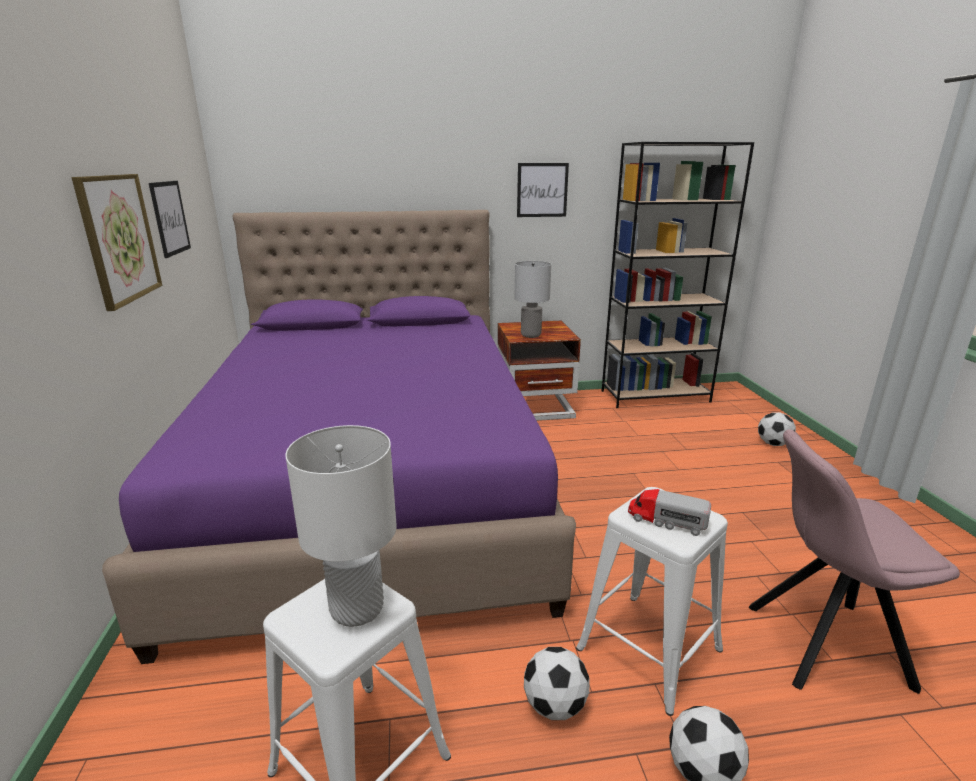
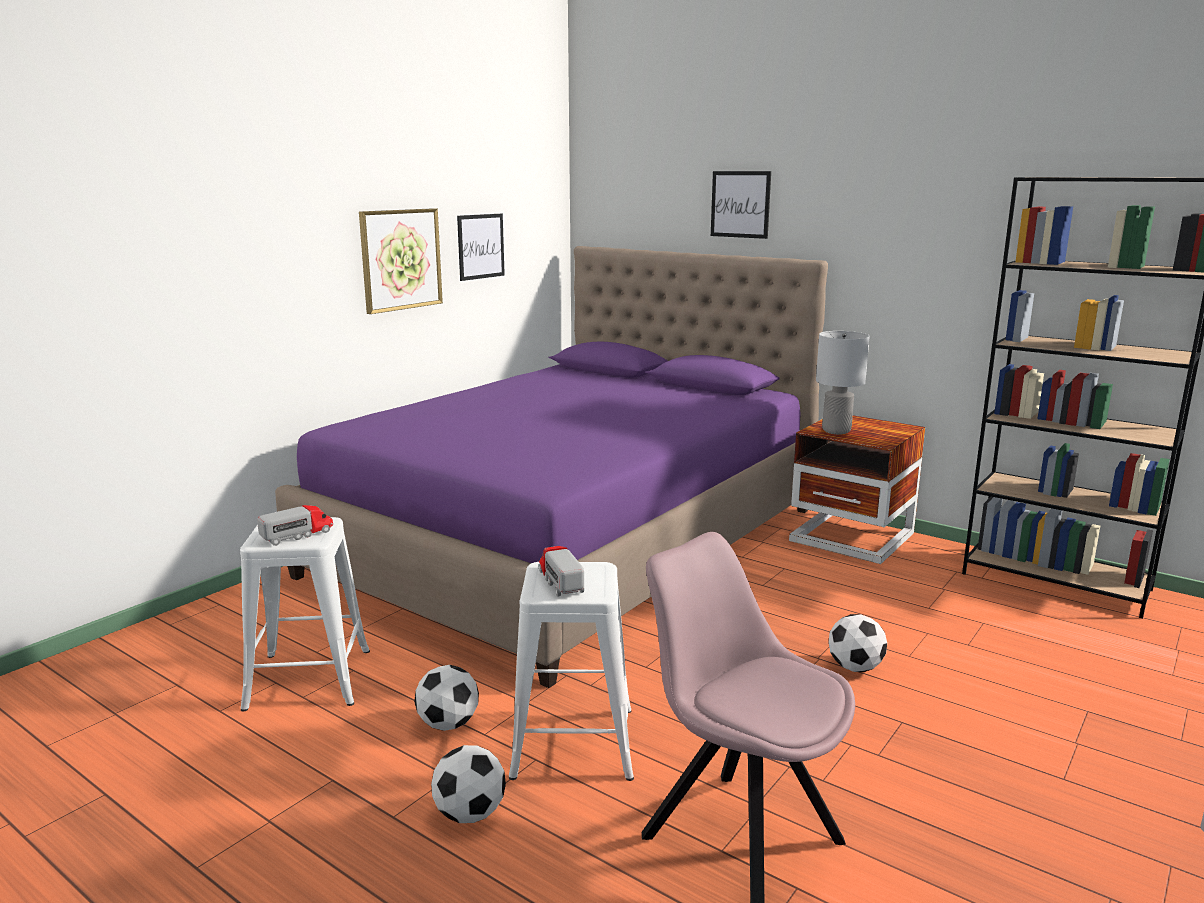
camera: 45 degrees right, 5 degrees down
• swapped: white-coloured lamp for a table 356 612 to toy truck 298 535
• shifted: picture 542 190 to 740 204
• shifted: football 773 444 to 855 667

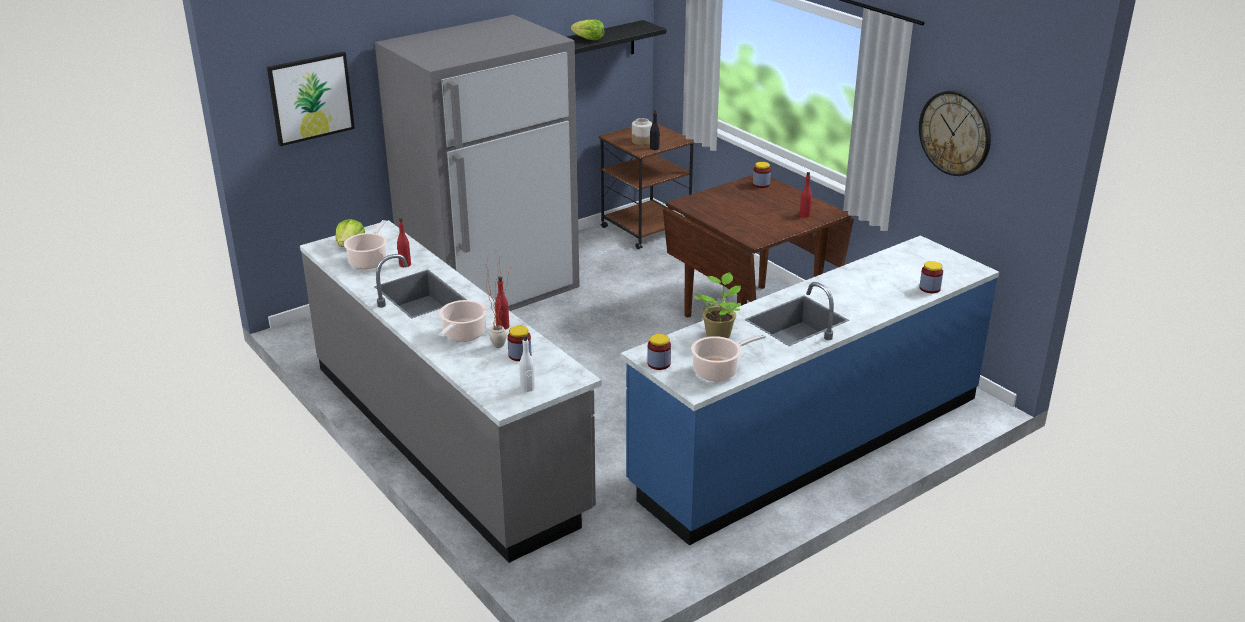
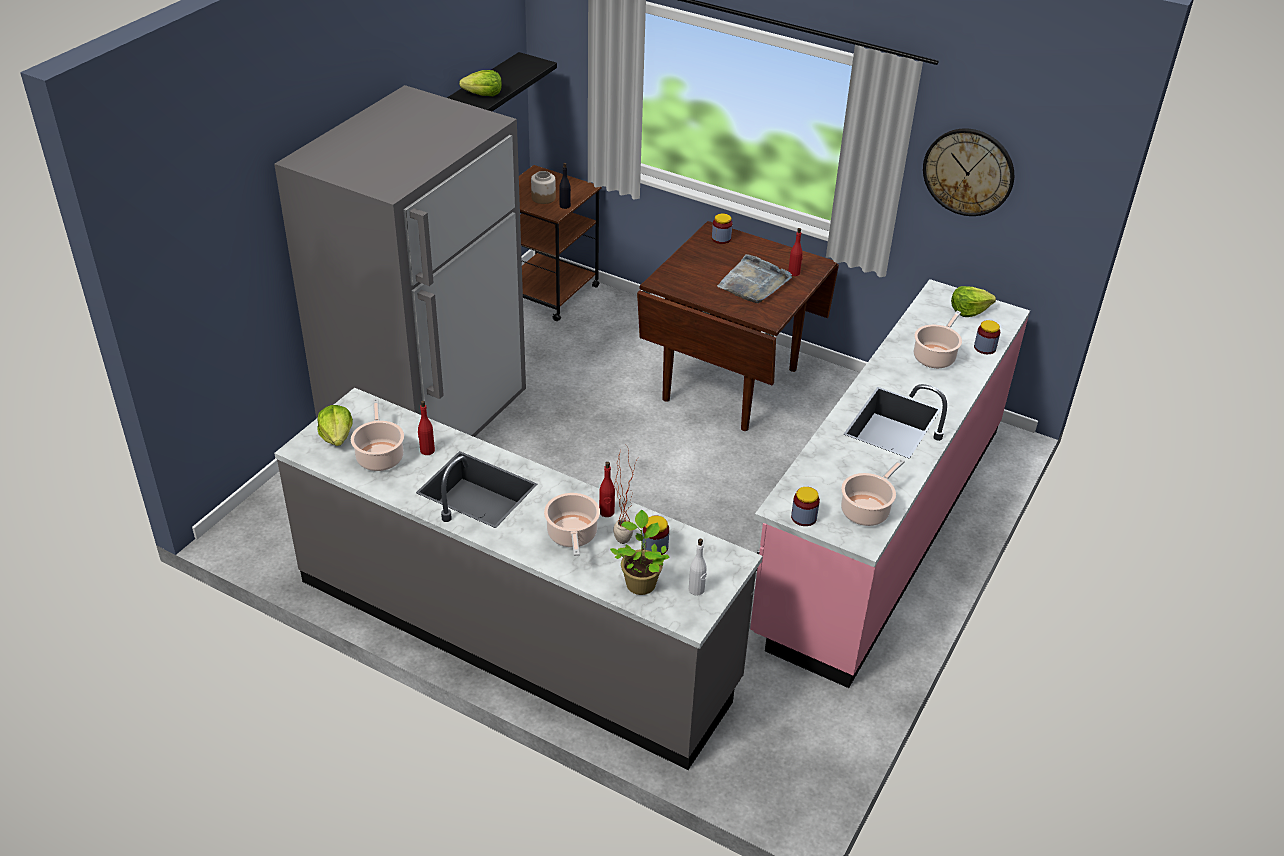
camera: 25 degrees left, 10 degrees up
• shifted: potted plant 718 334 to 640 582
• new: greyish carrying tray 754 282
• repainted: blue kitchen base unit 808 441 to pinkish kitchen base unit 881 527
• new: saucepot 935 356
• new: head of lettuce 968 310
• gone: picture 311 98

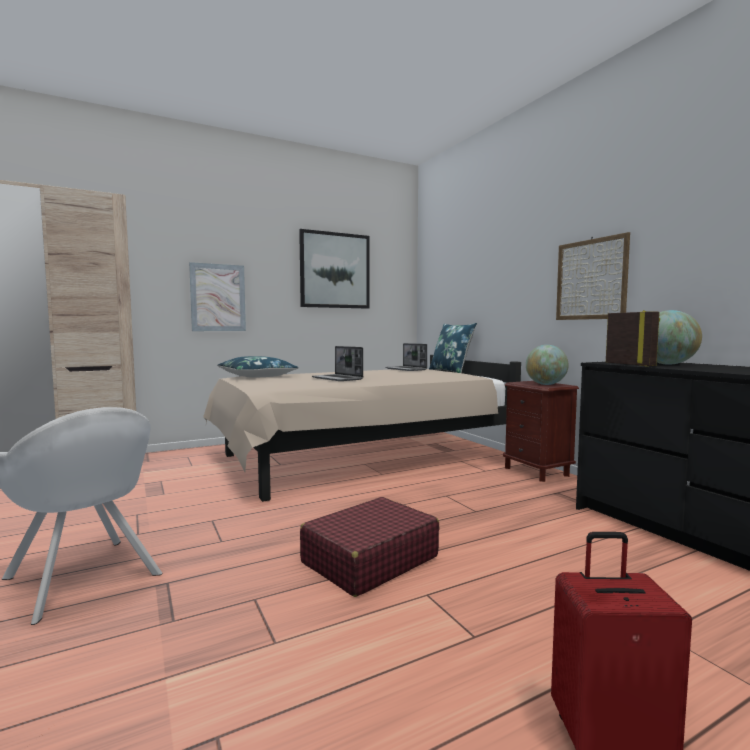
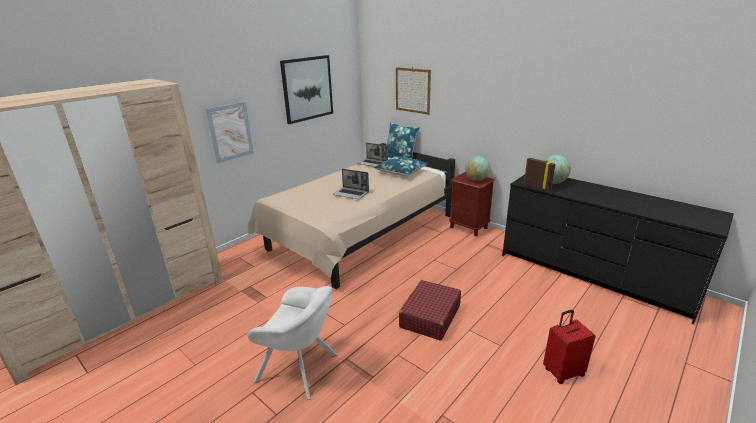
camera: 20 degrees left, 20 degrees up
• shifted: blue cushion 257 376 to 401 171
• shifted: picture 591 278 to 413 89

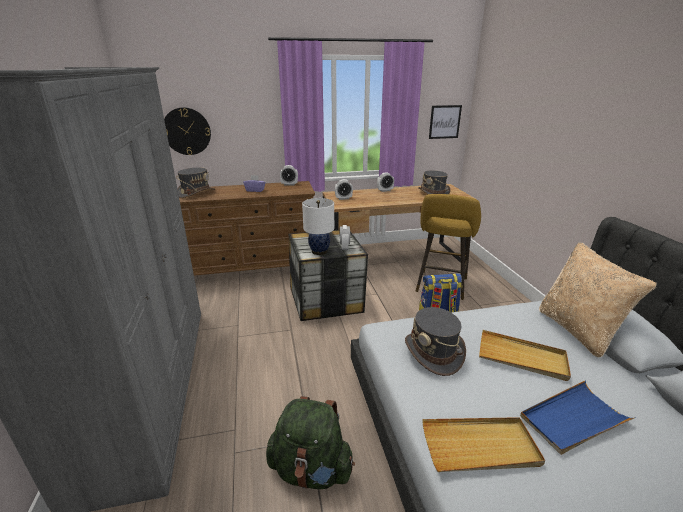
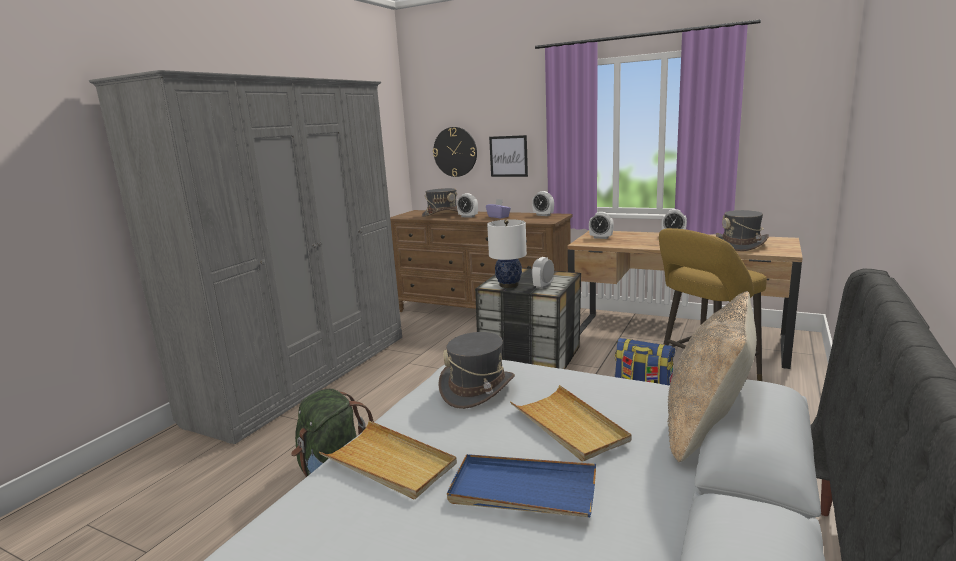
camera: 40 degrees right, 10 degrees down
• new: alarm clock 468 216
• shifted: picture 444 122 to 508 156

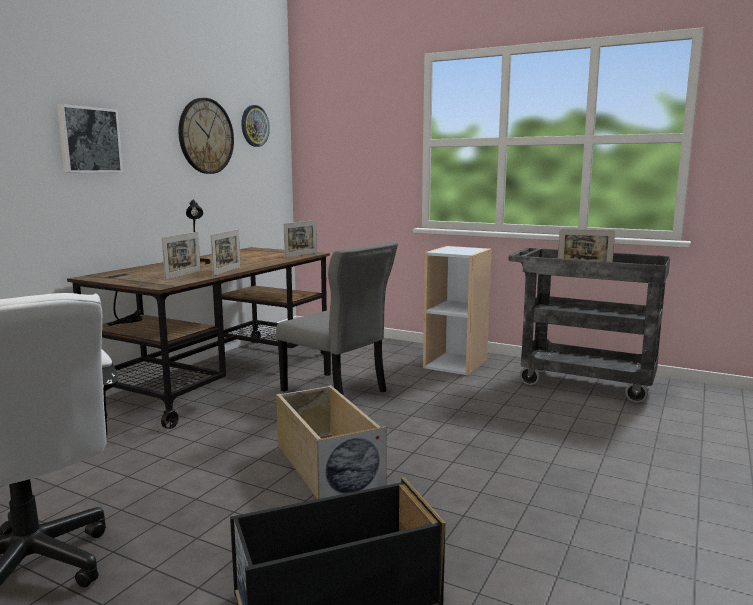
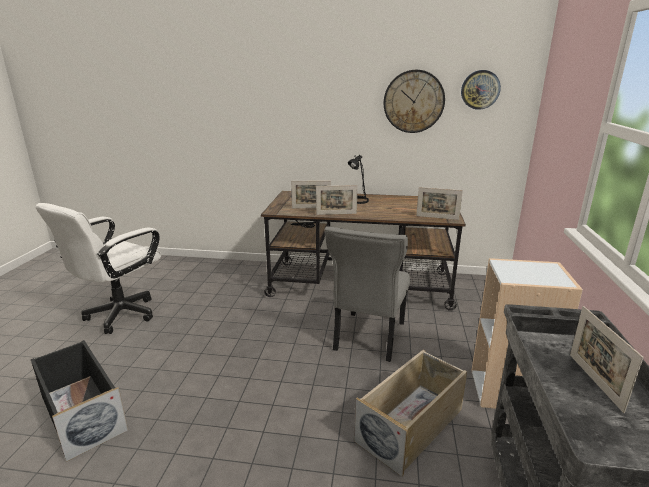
camera: 70 degrees right, 10 degrees up
• shifted: beige storage bin 326 466 to 411 425
• gone: picture 89 140

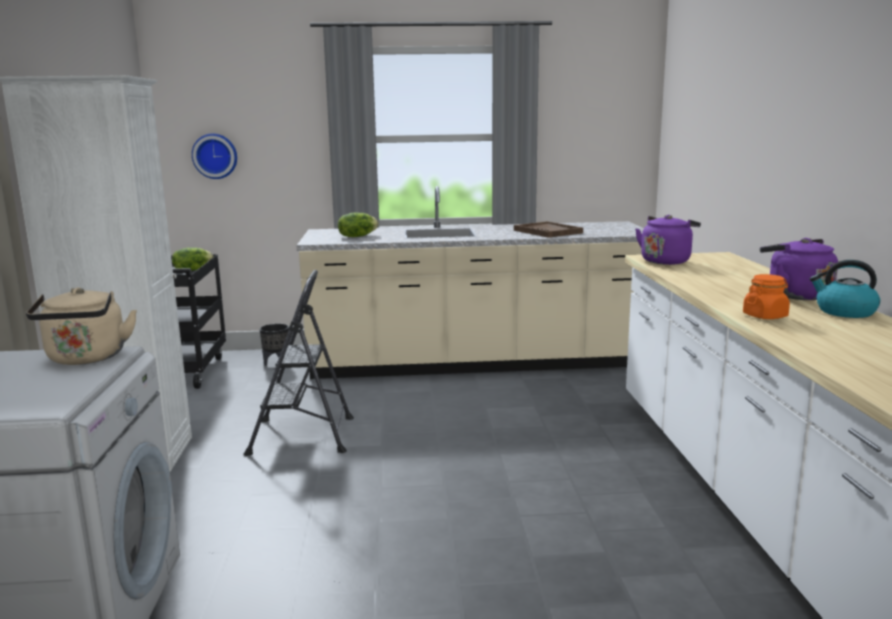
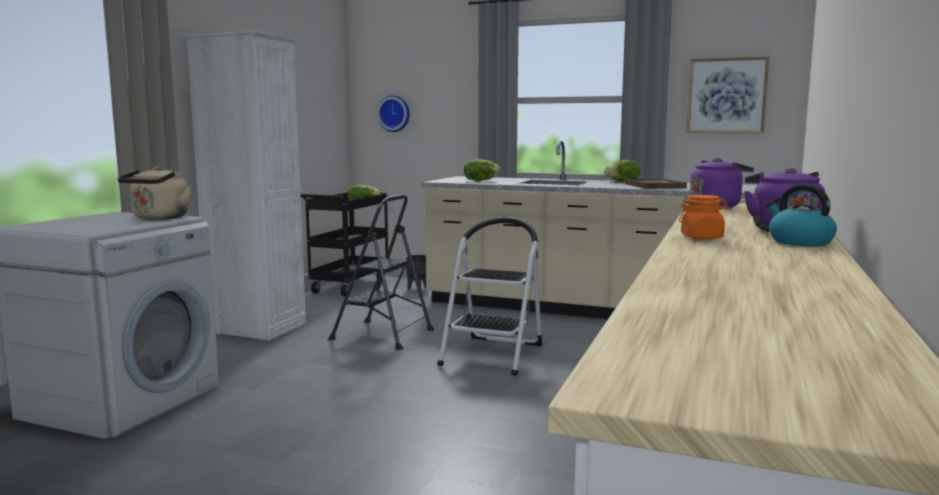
camera: 25 degrees right, 5 degrees down
• new: step stool 494 354
• new: head of lettuce 622 181
• new: picture 726 95

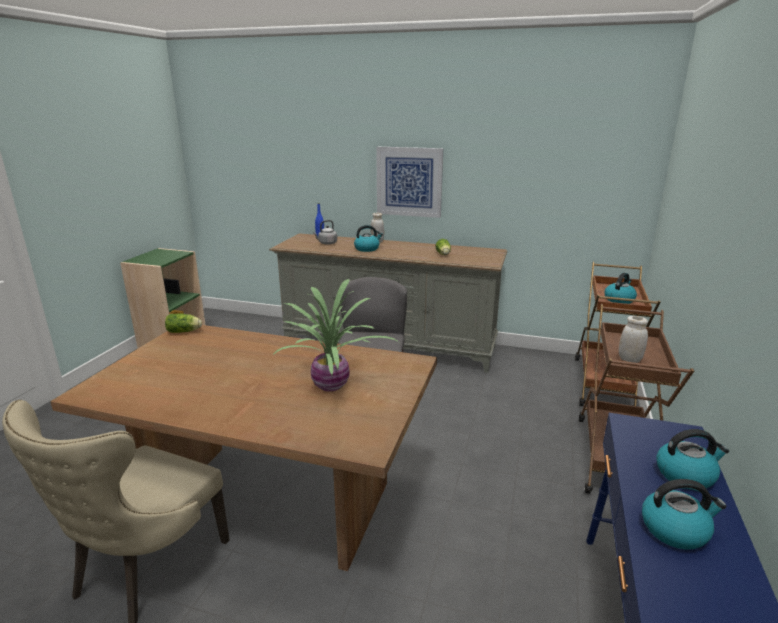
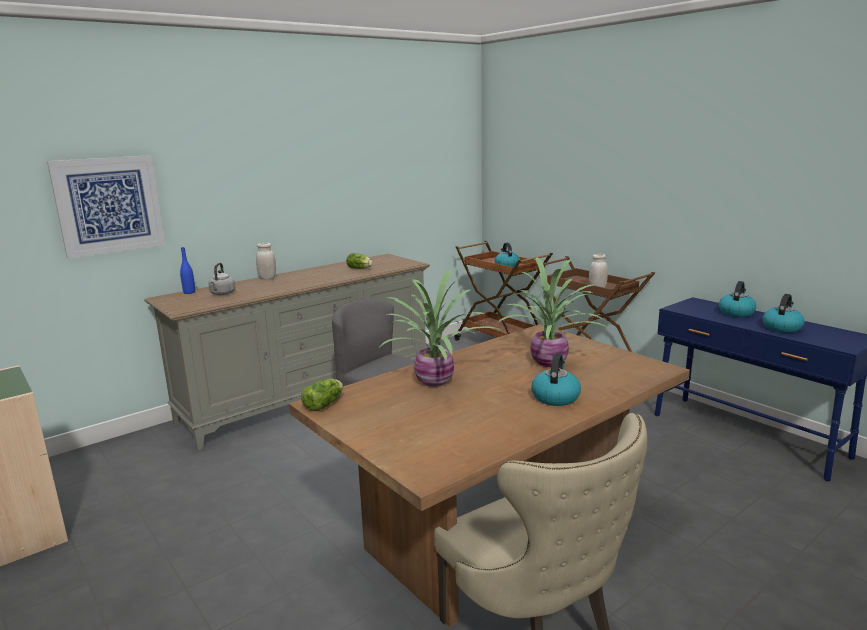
camera: 55 degrees left, 5 degrees down
• shifted: picture 409 182 to 109 205
• new: potted plant 436 382
• shifted: tea kettle 367 249 to 555 397

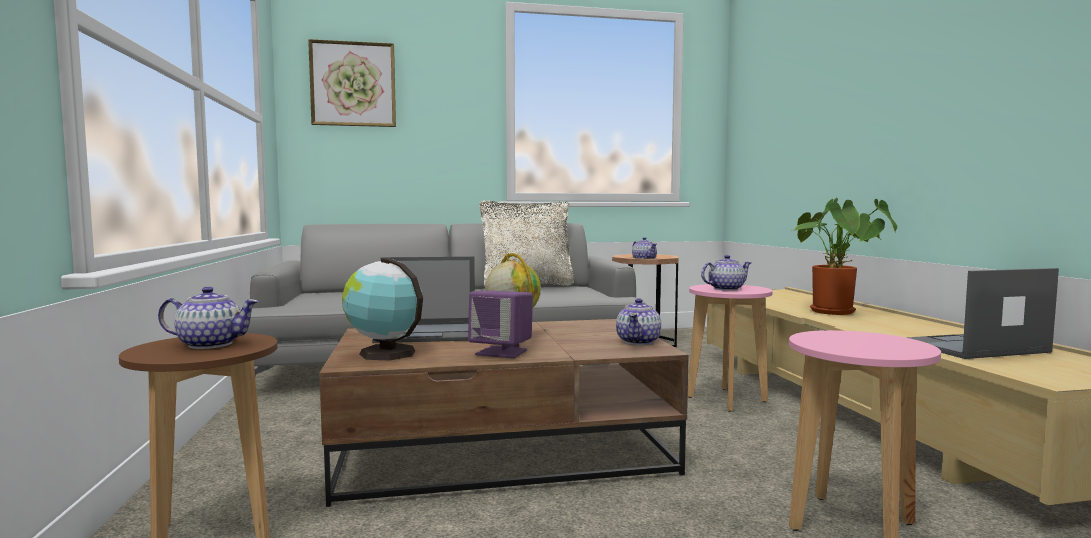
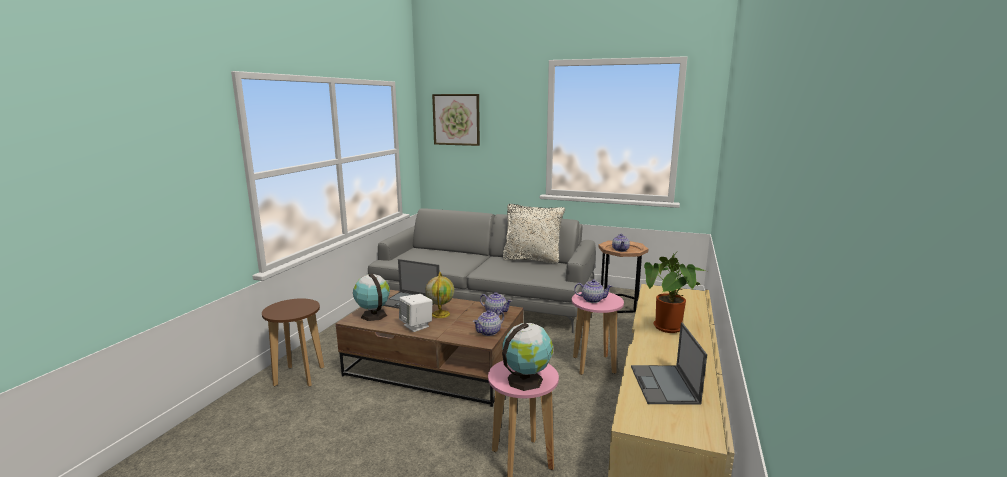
camera: 30 degrees right, 10 degrees up
• repainted: purple speaker 502 352 to white-coloured speaker 416 326
• shifted: tea pot 210 344 to 495 312
• new: world globe 526 379
• rotated: portable computer 971 347 = 664 385 105 degrees counterclockwise

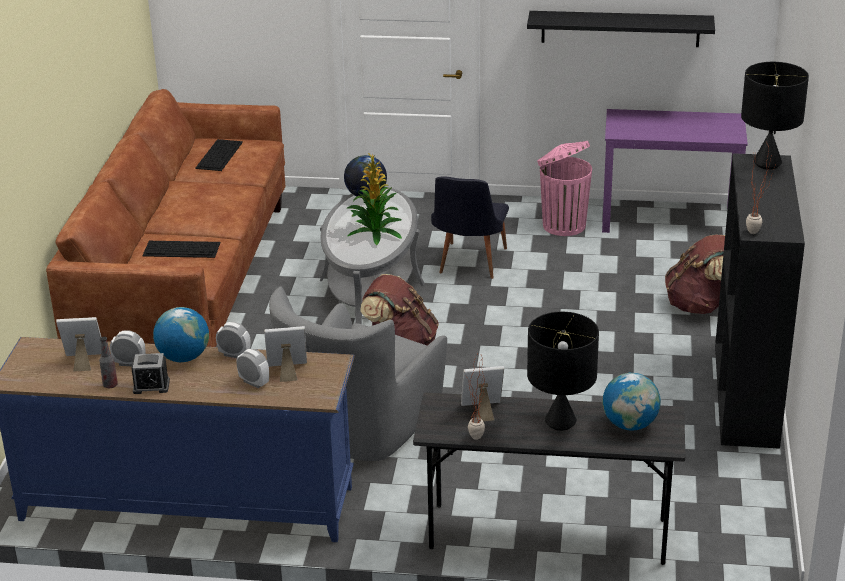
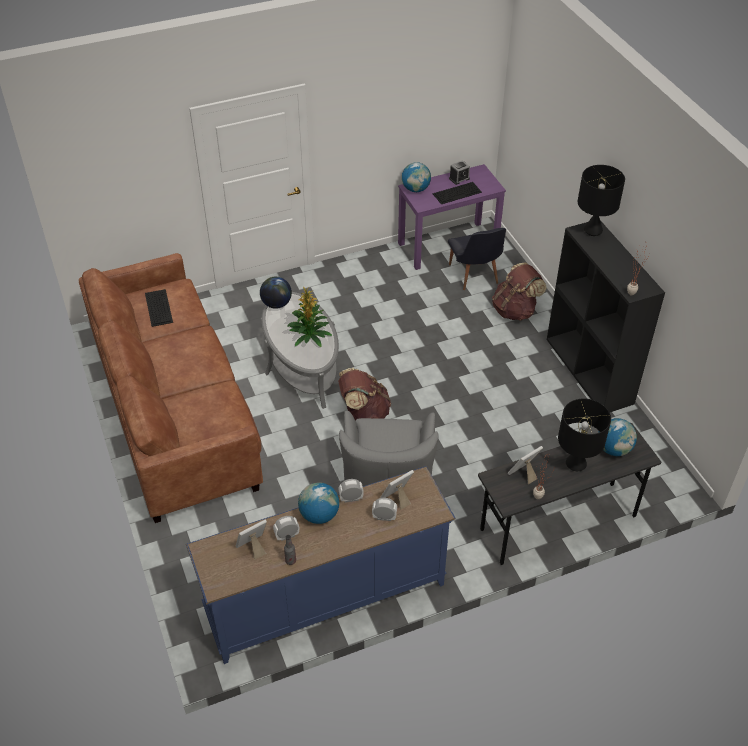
camera: 30 degrees left, 15 degrees up
• new: world globe 415 189
• shifted: PC keyboard 182 249 to 457 192
• shifted: black upright chair 469 264 to 475 277
• shifted: alarm clock 151 386 to 459 178
• gone: black bracket shelf 620 28
• gone: pinkish waste bin 563 225

